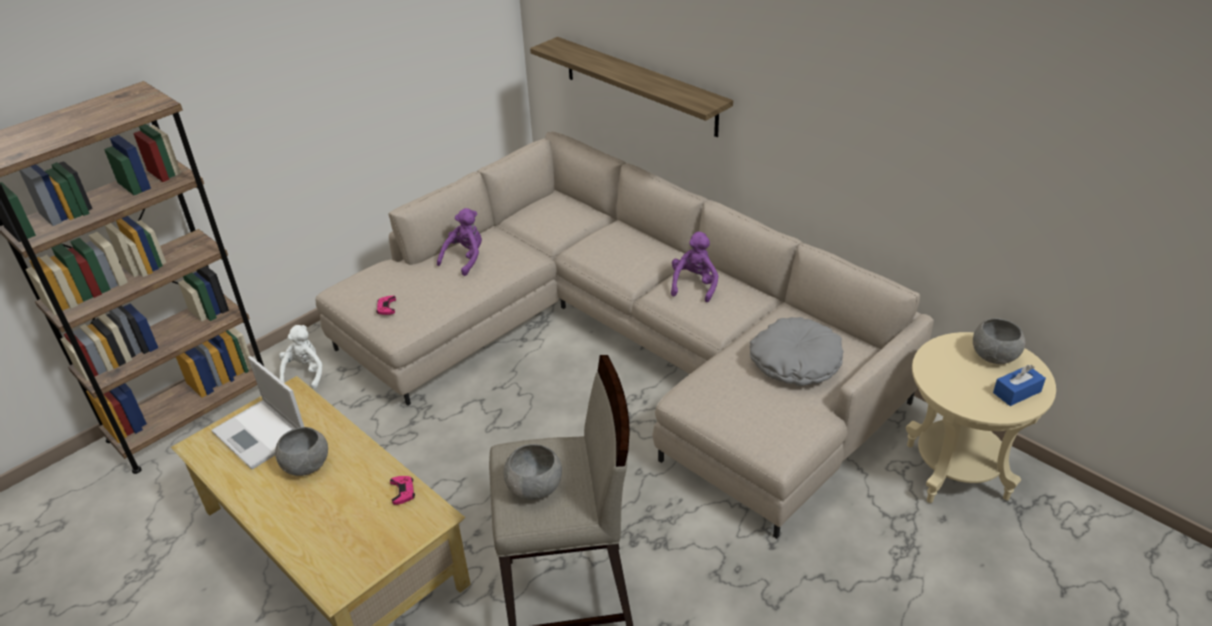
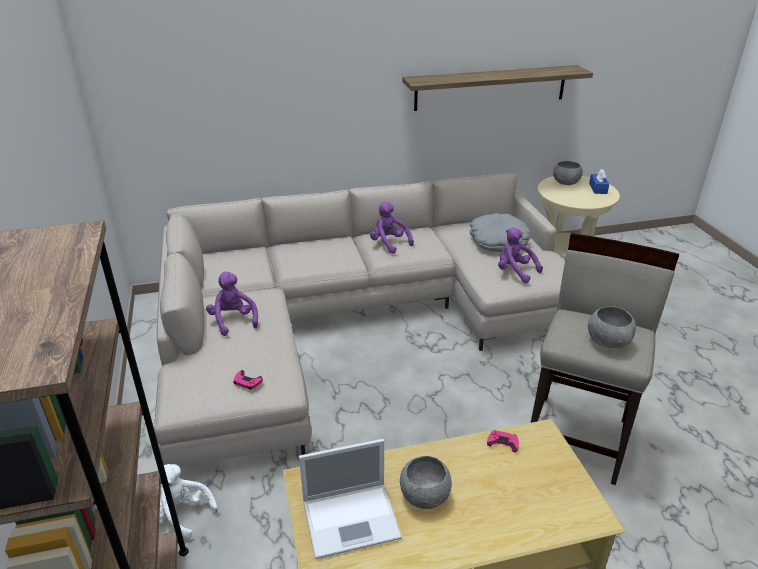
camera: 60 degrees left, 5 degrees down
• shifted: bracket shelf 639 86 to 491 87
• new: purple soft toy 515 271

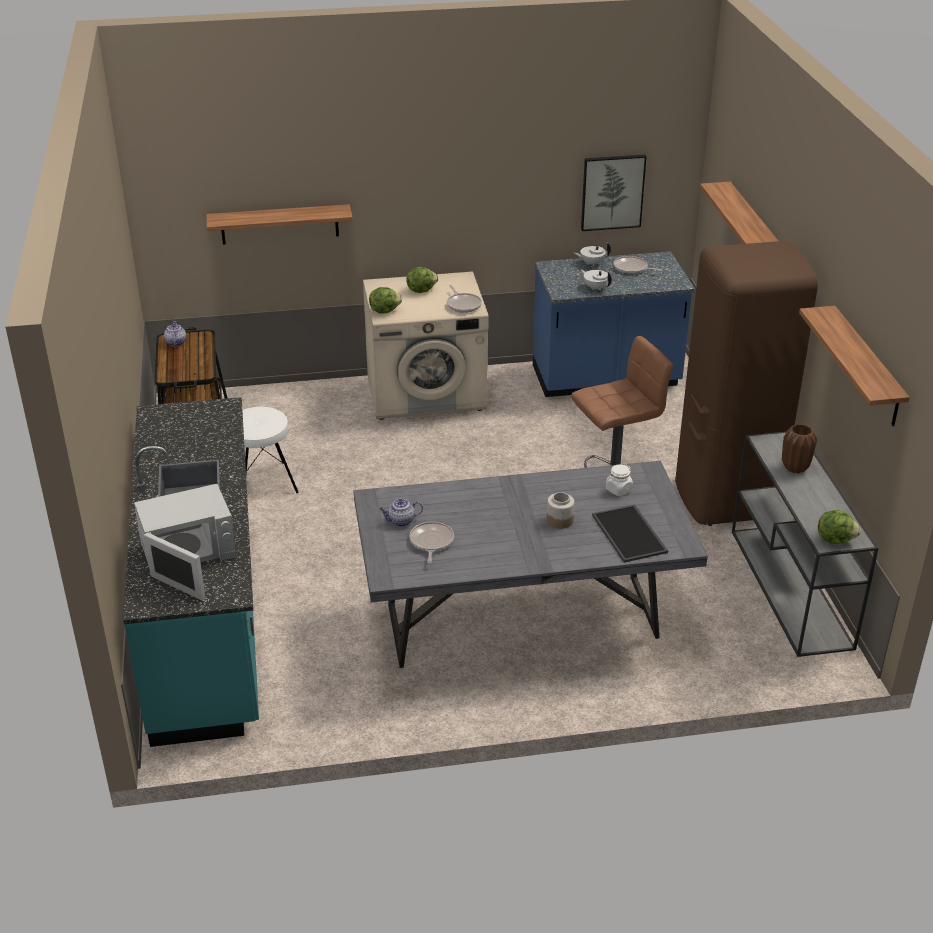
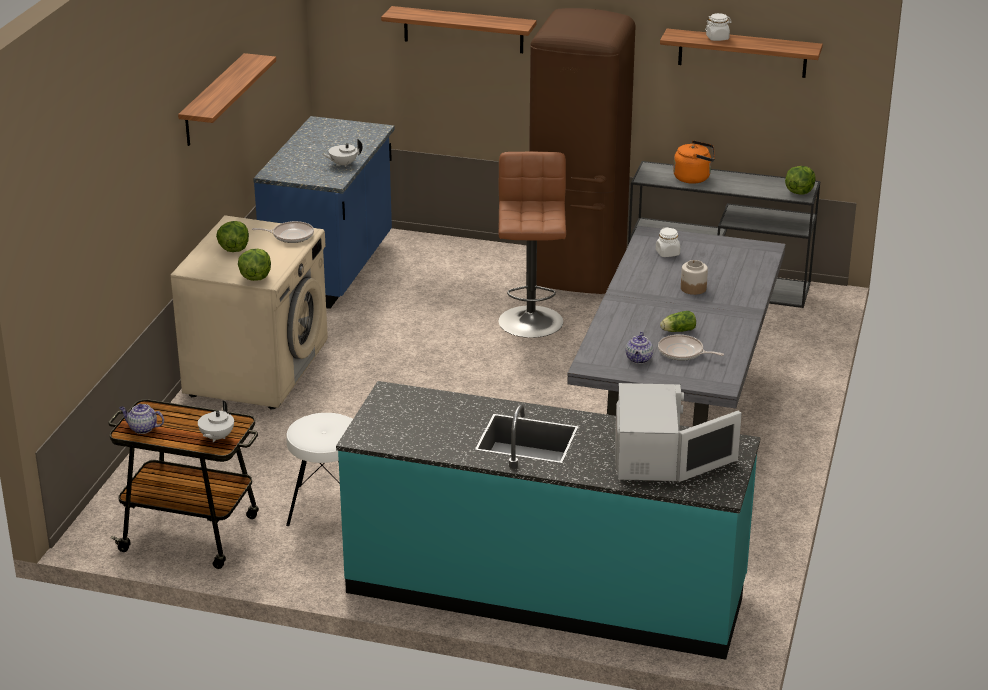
camera: 65 degrees left, 5 degrees down
• shifted: bracket shelf 279 224 to 213 100
• shifted: white-coloured tea pot 591 263 to 216 437
• new: head of lettuce 677 331
• swapped: brownish vase 795 468 to orange tea kettle 694 178
• new: white-coloured jar 717 38
• gone: picture 612 192
• gone: carrying tray 631 534
• gone: pan 632 268

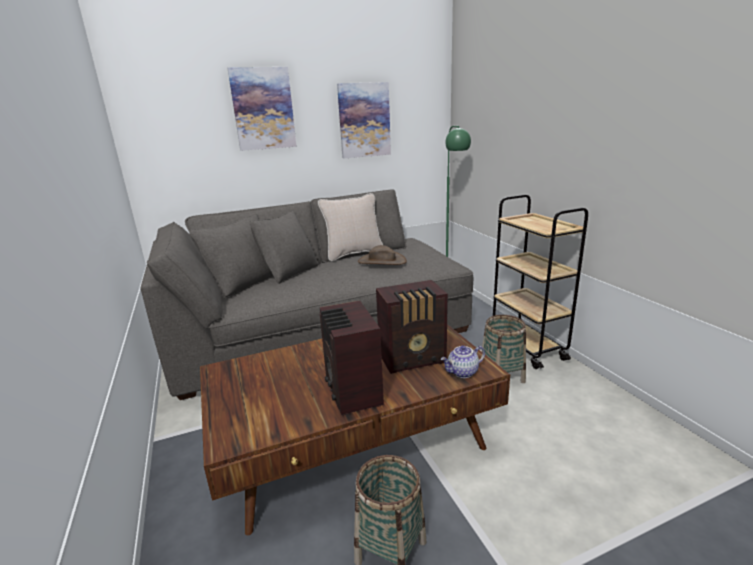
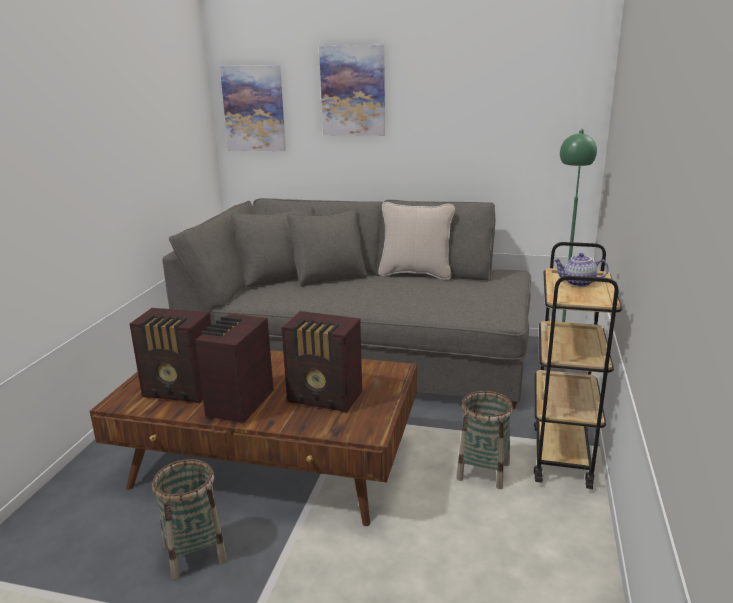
camera: 35 degrees right, 0 degrees up
• new: radio 181 391
• shifted: picture 364 120 to 254 108
• shifted: tea pot 463 373 to 578 283
• gone: brownish clothing hat 382 261

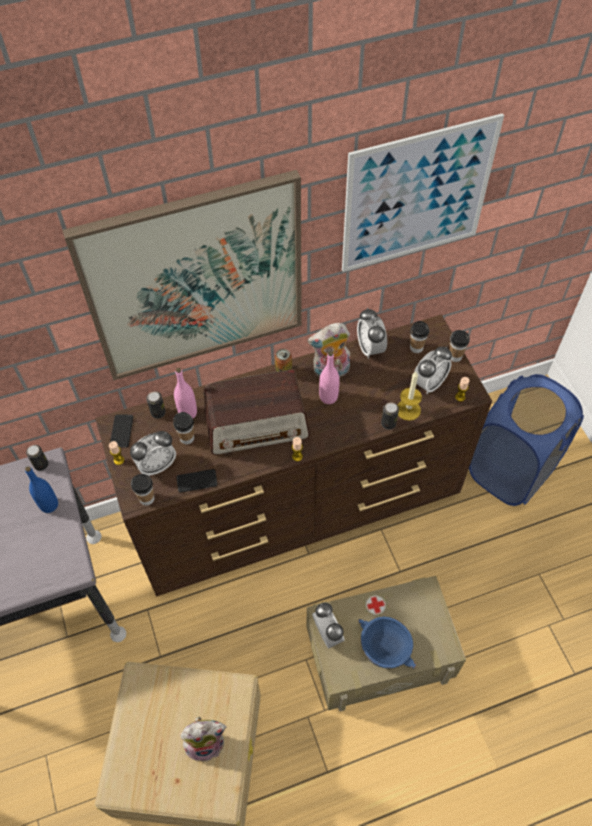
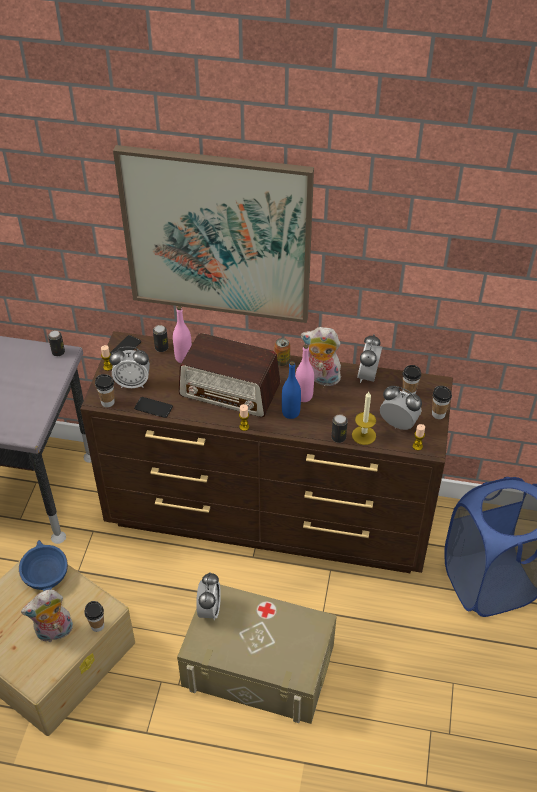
camera: 30 degrees right, 10 degrees down
• shifted: blue deep dish 384 647 to 45 575
• rotated: soft toy 206 742 = 54 633 135 degrees clockwise
• shifted: cup 187 438 to 97 626
• shifted: blue bottle 49 505 to 290 412
• rotated: alarm clock 429 383 = 398 424 135 degrees counterclockwise
• gone: picture 417 196

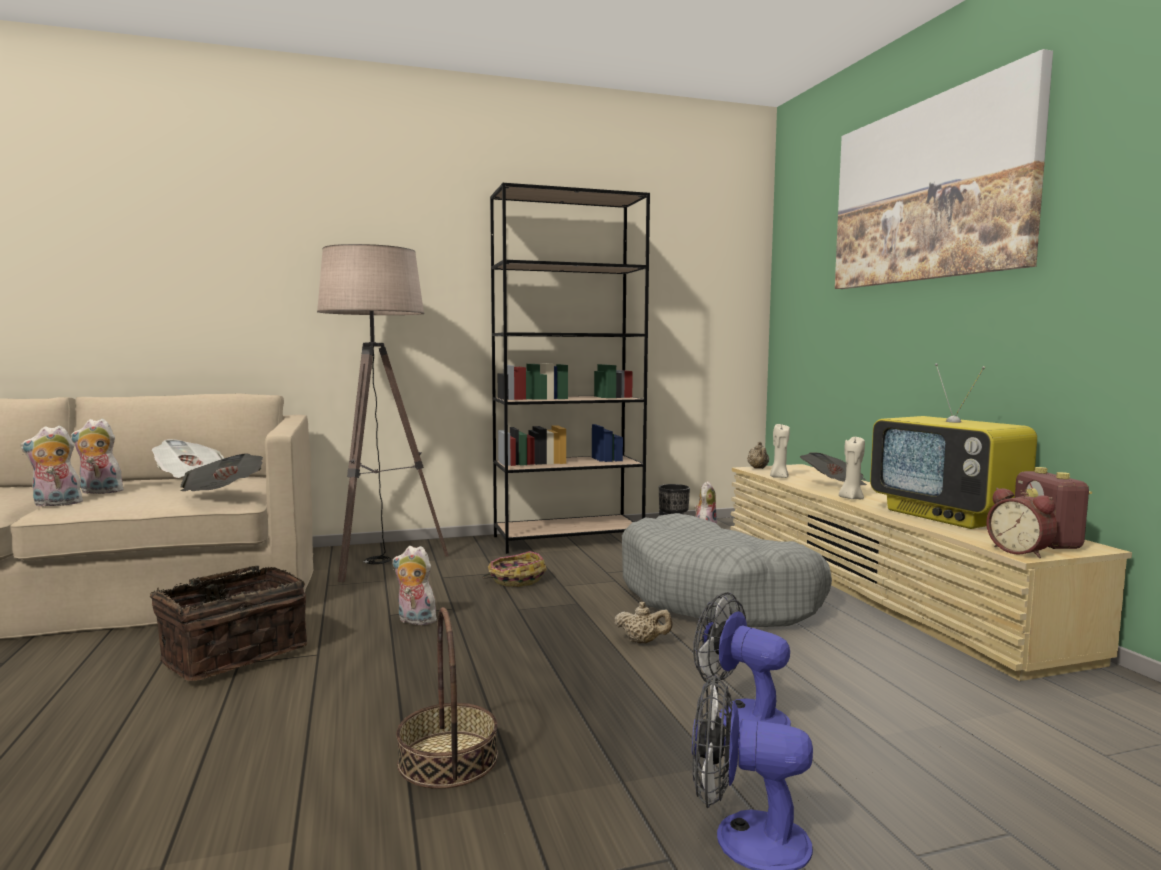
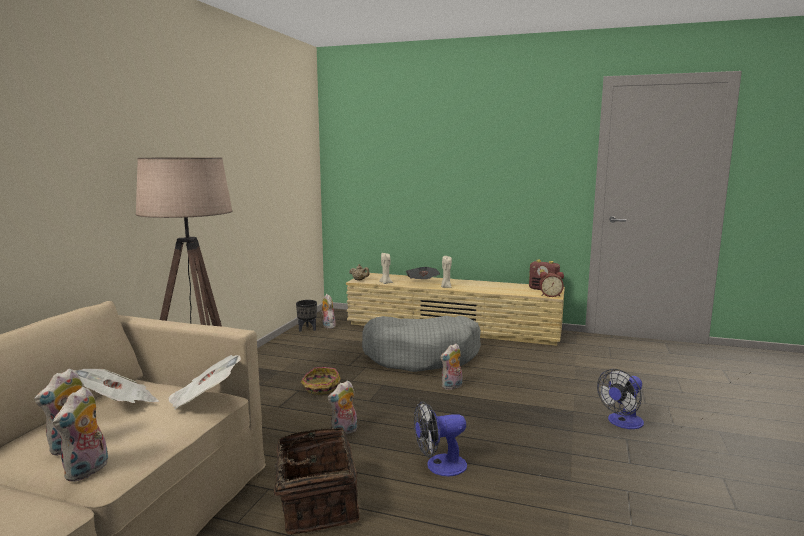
camera: 55 degrees left, 5 degrees up
• shifted: cooling fan 741 716 to 439 466
• swapped: beige tea pot 642 642 to soft toy 452 387
• gone: basket 448 759
• gone: beige bookcase 568 539
• gone: picture 928 191
• gone: TV 948 516

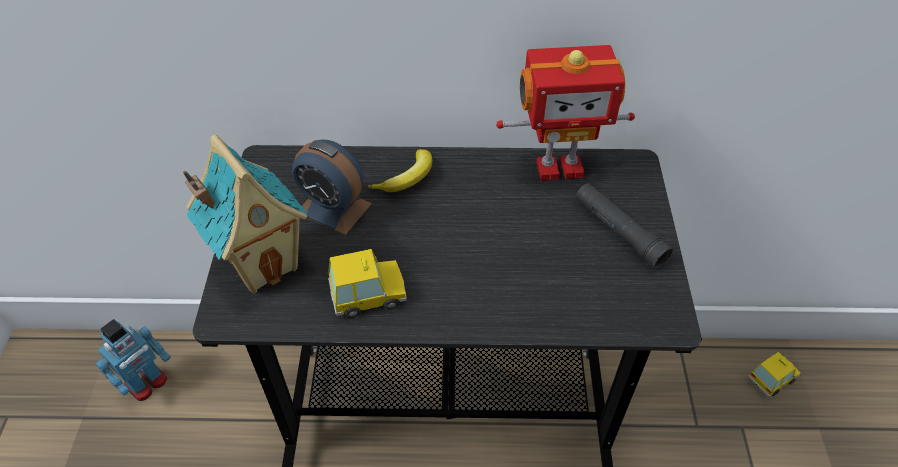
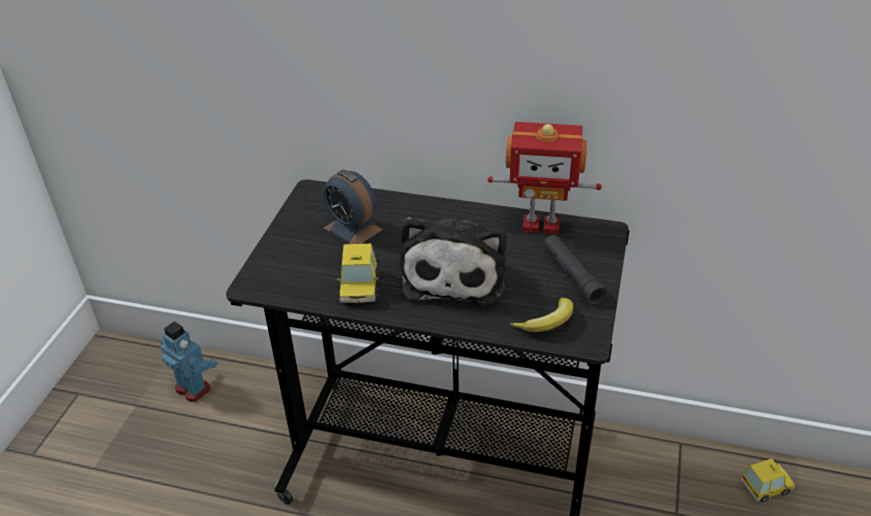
camera: 15 degrees right, 10 degrees down
• rotated: robot figure 147 383 = 193 388 105 degrees counterclockwise
• rotated: toy car 368 295 = 359 288 90 degrees clockwise
• new: soft toy 455 273
• shifted: whole banana 407 178 to 547 322
• gone: model house 263 263

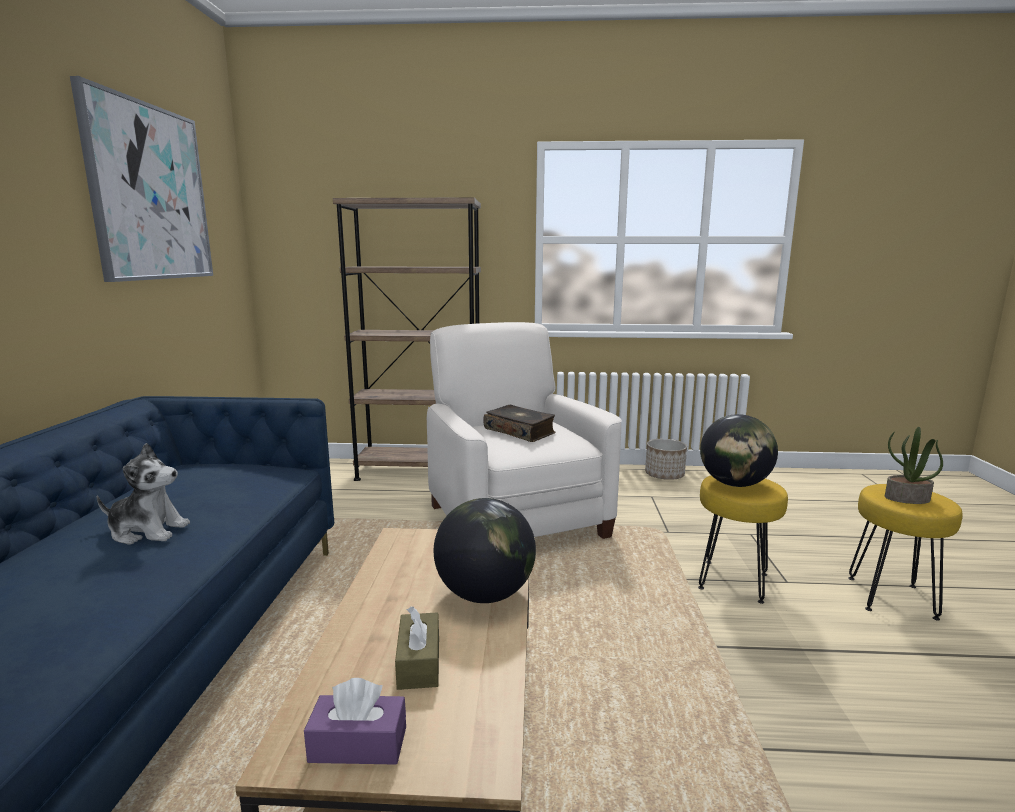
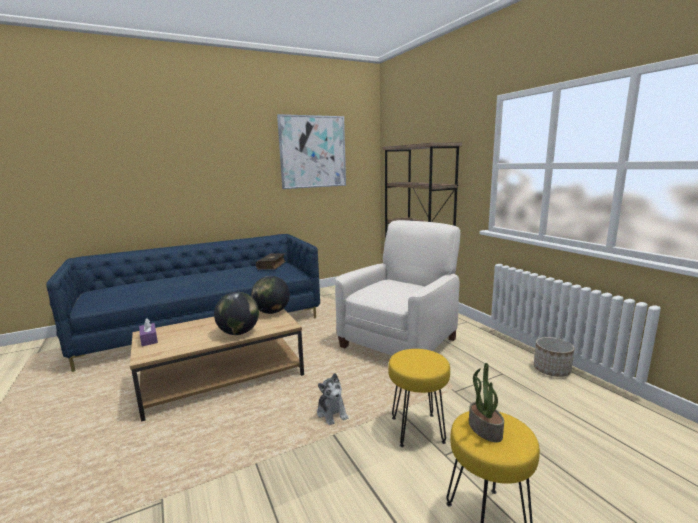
camera: 60 degrees right, 0 degrees up
• shifted: world globe 734 484 to 272 312
• shifted: bound book 520 431 to 272 265
• shifted: soft toy 148 531 to 332 413
• gone: brownish box of tissues 419 662

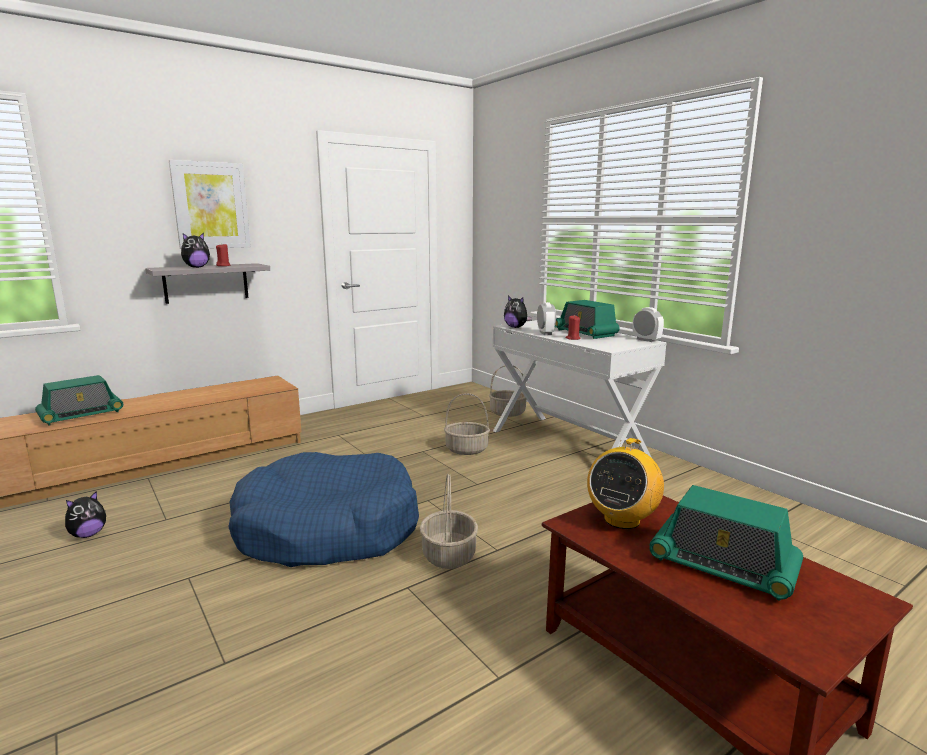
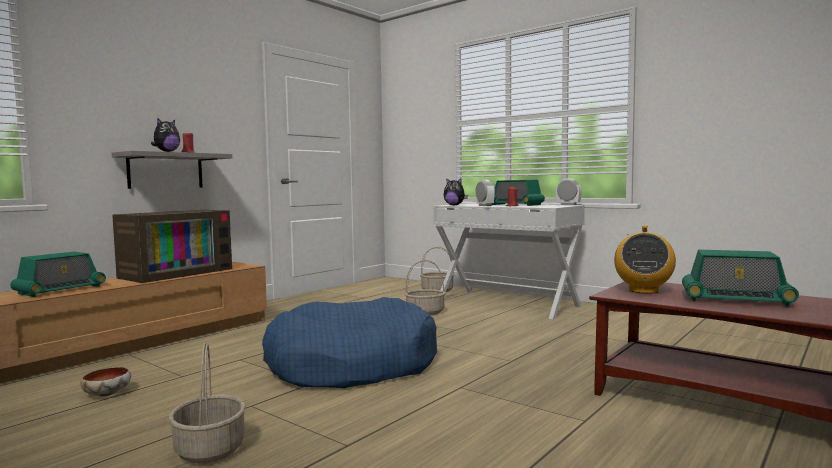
camera: 15 degrees left, 10 degrees down
• swapped: soft toy 88 534 to deep dish 107 393
• new: TV 176 273
• shifted: basket 448 555 to 209 449
• gone: picture 211 205

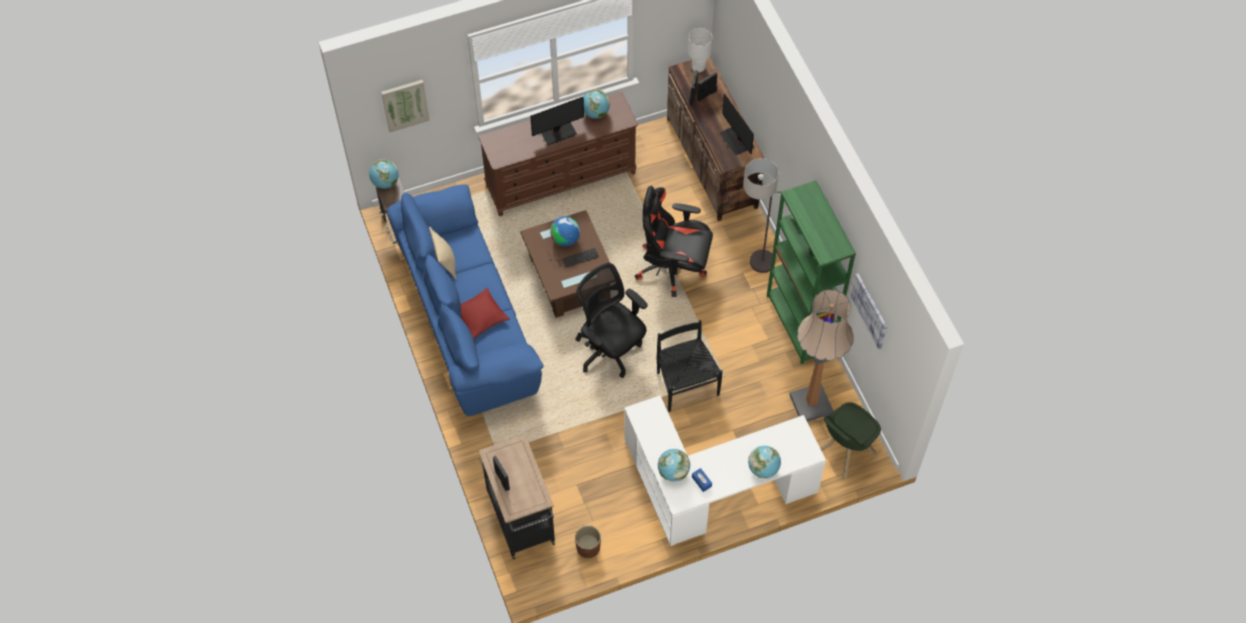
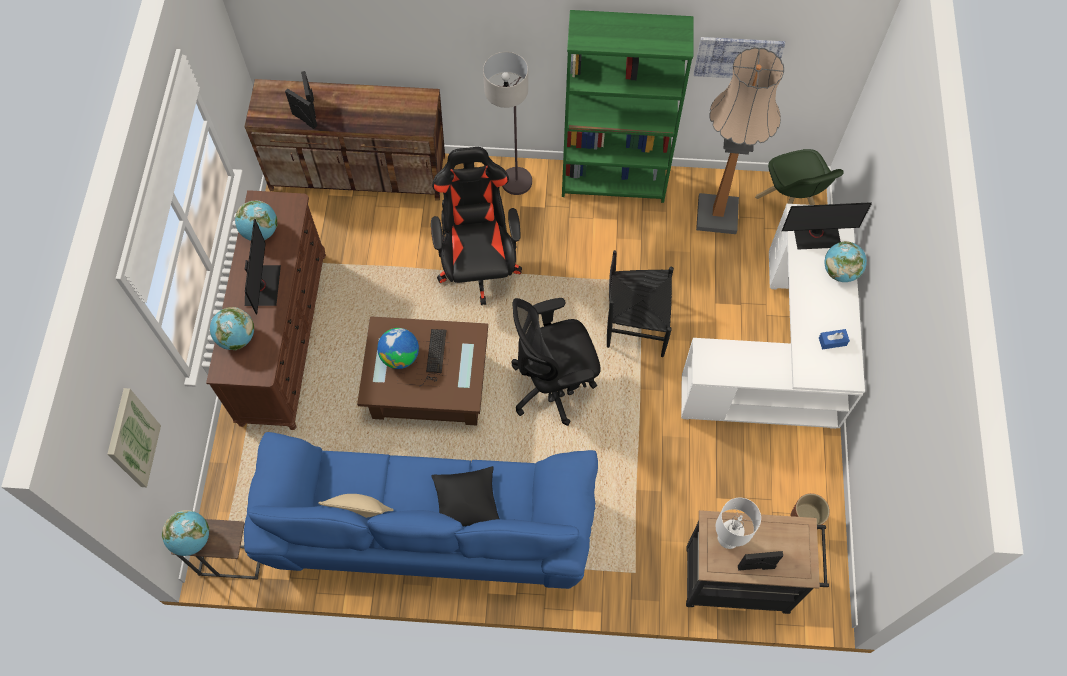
camera: 65 degrees left, 5 degrees up
• shifted: world globe 673 472 to 237 338
• rotated: black office chair 675 269 = 479 270 135 degrees clockwise
• repainted: red cushion 480 316 to black cushion 466 502
• shifted: white-coloured lamp for a table 698 68 to 727 539
• shifted: monitor 737 140 to 816 235

